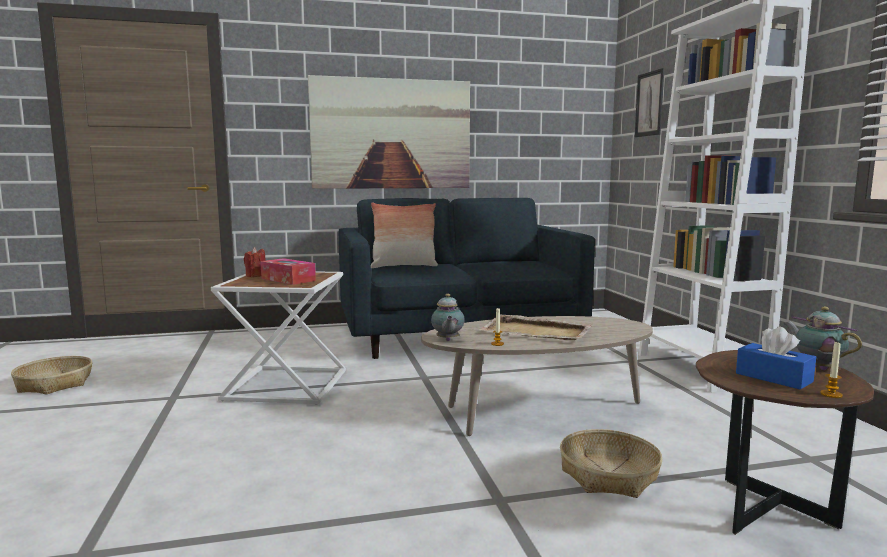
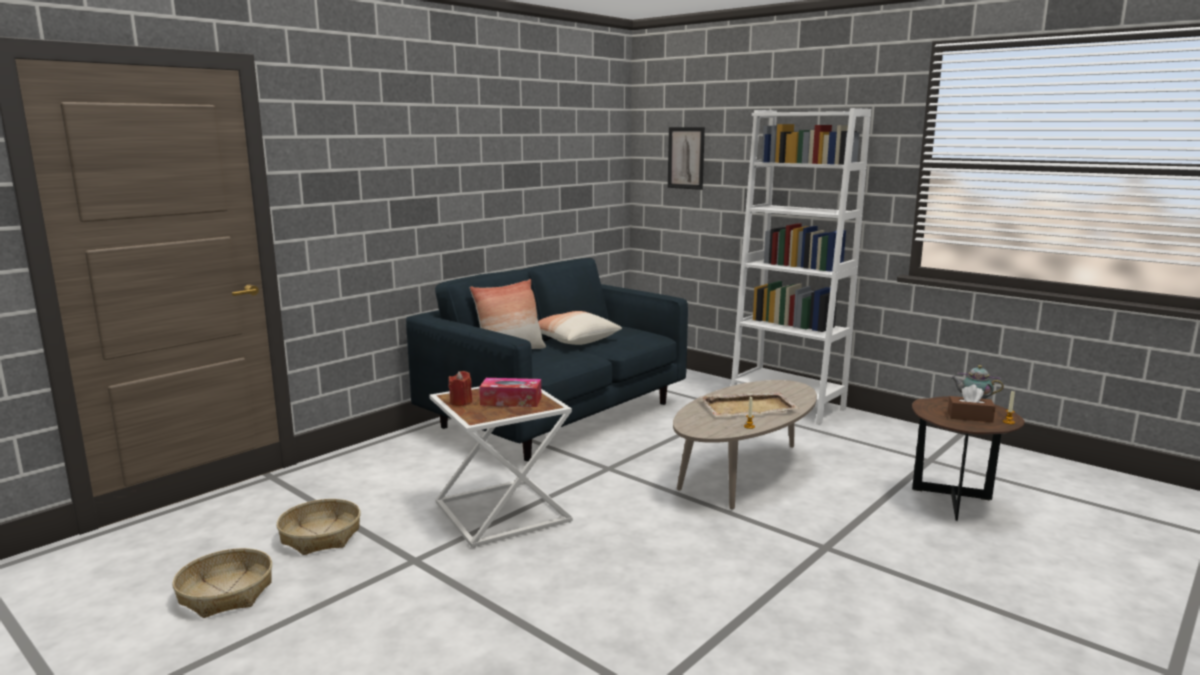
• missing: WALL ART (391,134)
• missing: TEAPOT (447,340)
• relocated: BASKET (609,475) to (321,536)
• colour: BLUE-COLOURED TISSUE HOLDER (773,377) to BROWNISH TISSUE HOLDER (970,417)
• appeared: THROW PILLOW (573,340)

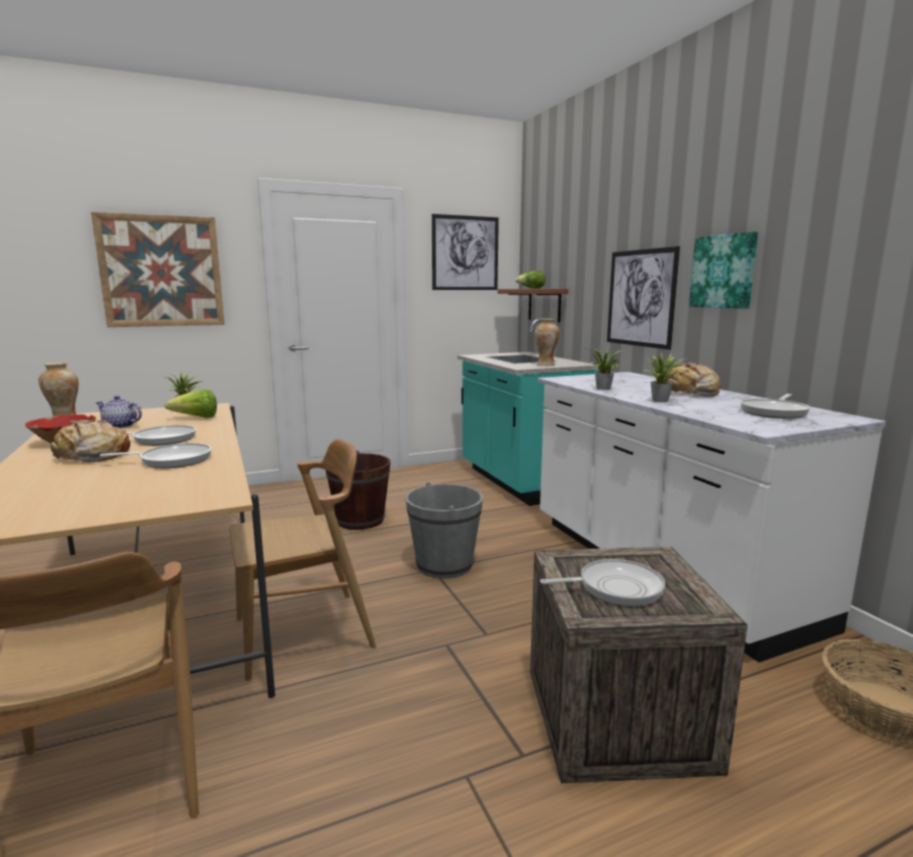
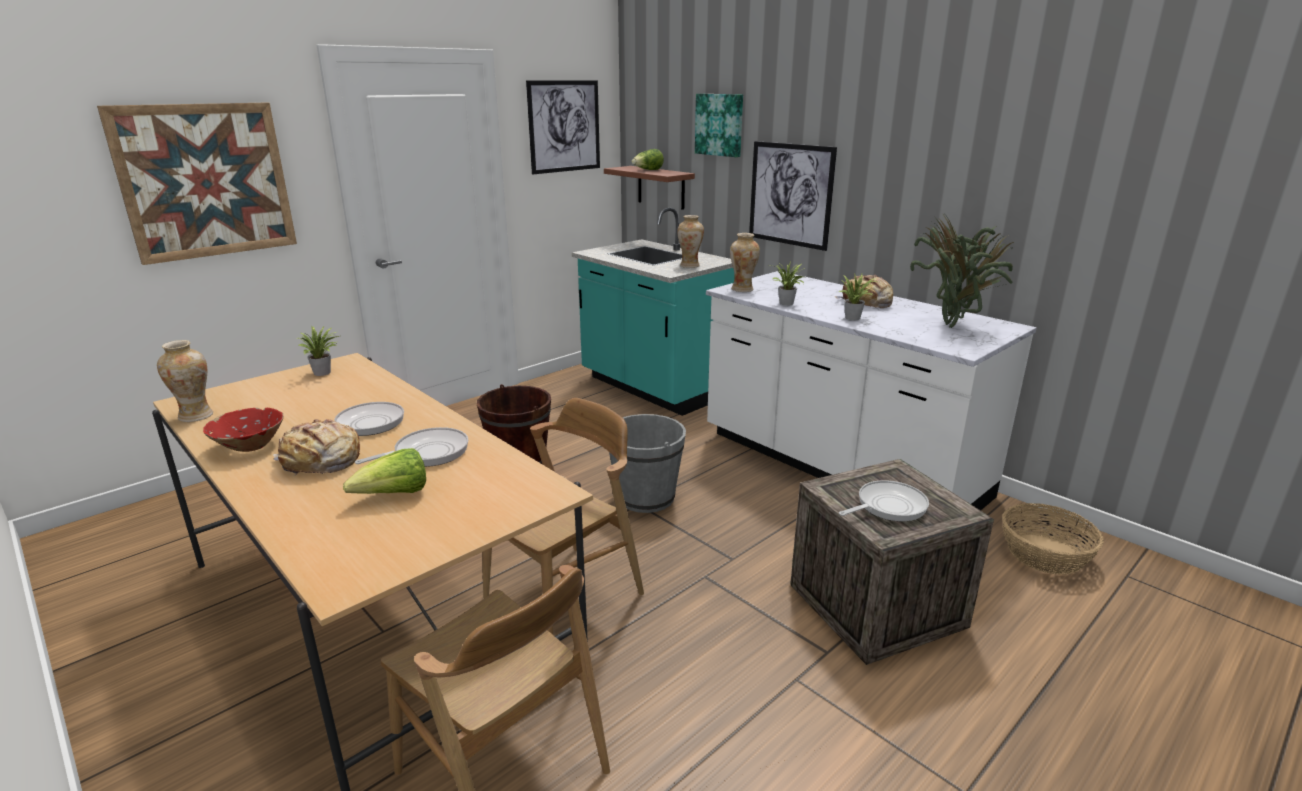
• missing: TEAPOT (120,426)
• relocated: HEAD OF LETTUCE (197,418) to (394,495)
• relocated: WALL ART (724,271) to (720,124)
• exchanged: PAN (775,412) to POTTED PLANT (953,325)
• appeared: VASE (742,289)

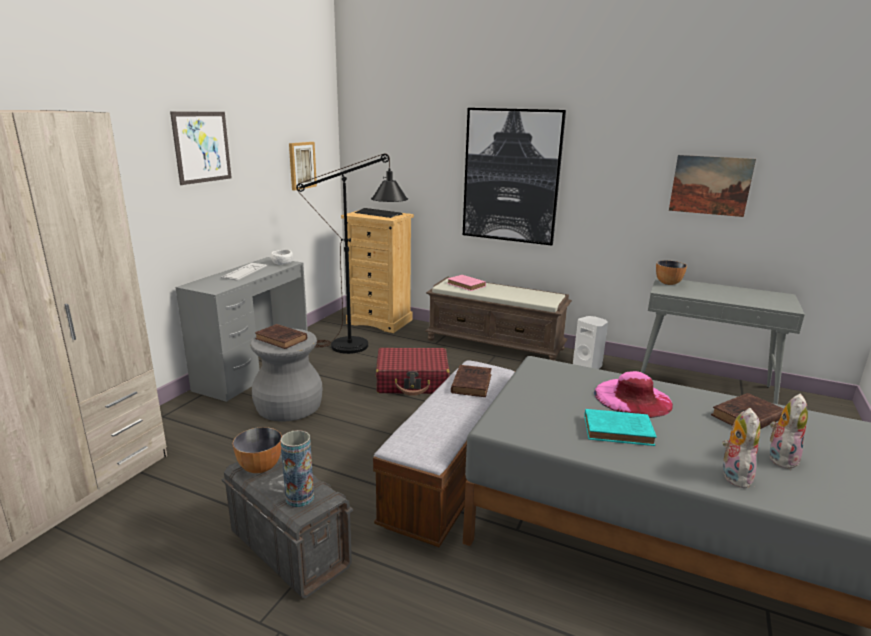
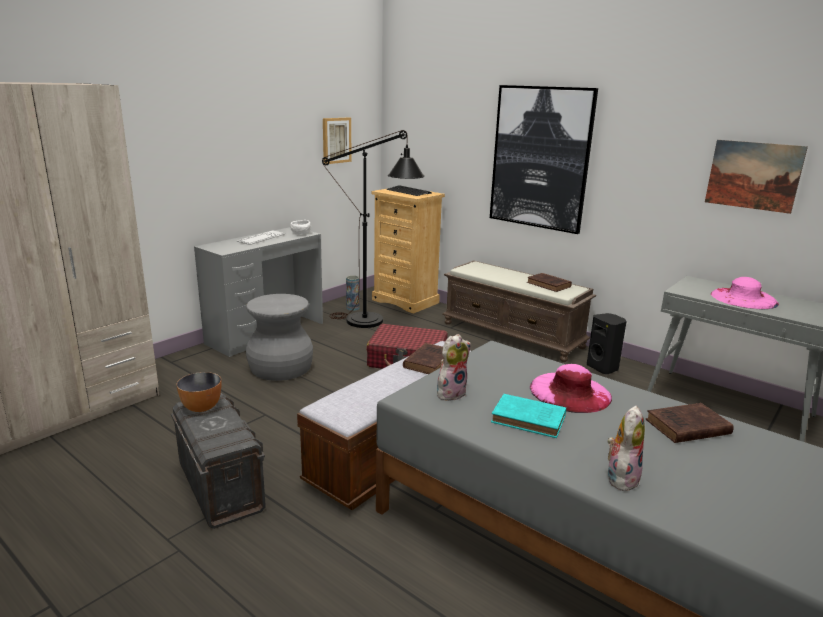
• missing: WALL ART (202,147)
• relocated: BROWNISH BOUND BOOK (282,339) to (549,285)
• relocated: VASE (300,498) to (352,308)
• missing: PINKISH BOUND BOOK (467,285)
• colour: WHITE LOUDSPEAKER (588,366) to BLACK LOUDSPEAKER (603,368)
• missing: DEEP DISH (668,283)
• relocated: CUDDLY TOY (780,457) to (451,393)
• appeared: PINKISH CLOTHING HAT (743,298)

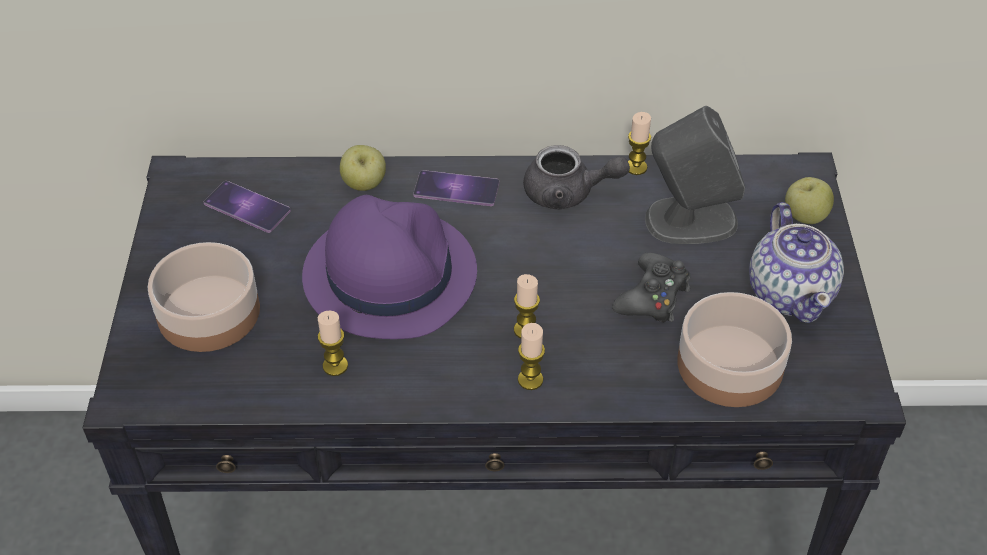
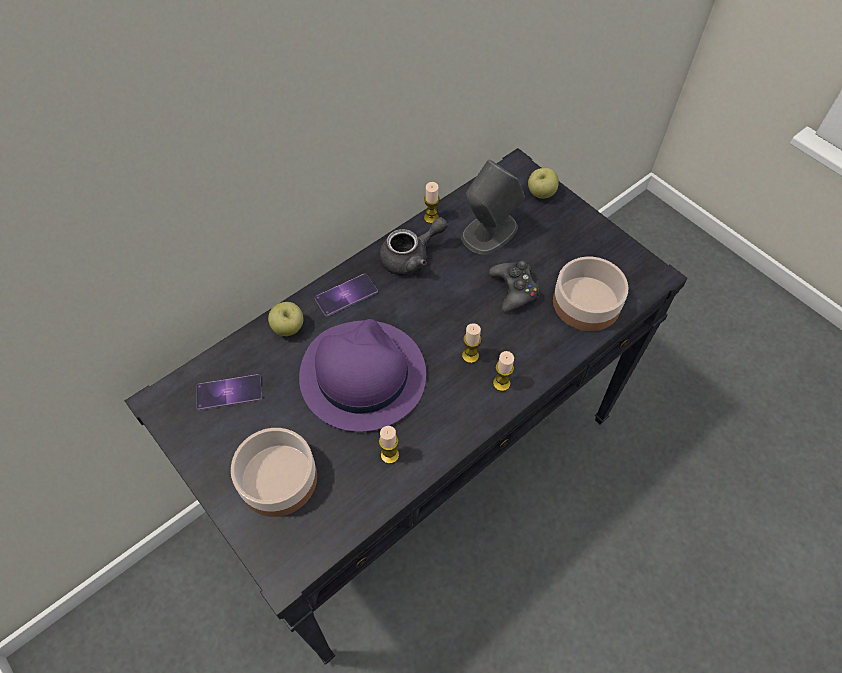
• missing: TEAPOT (790,293)

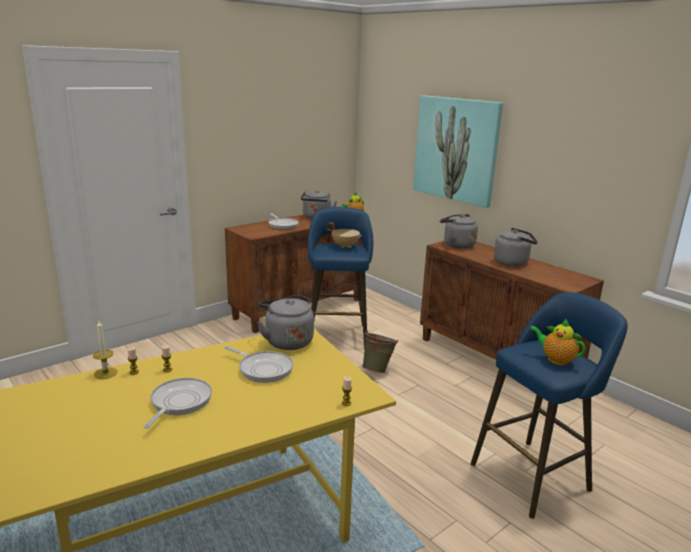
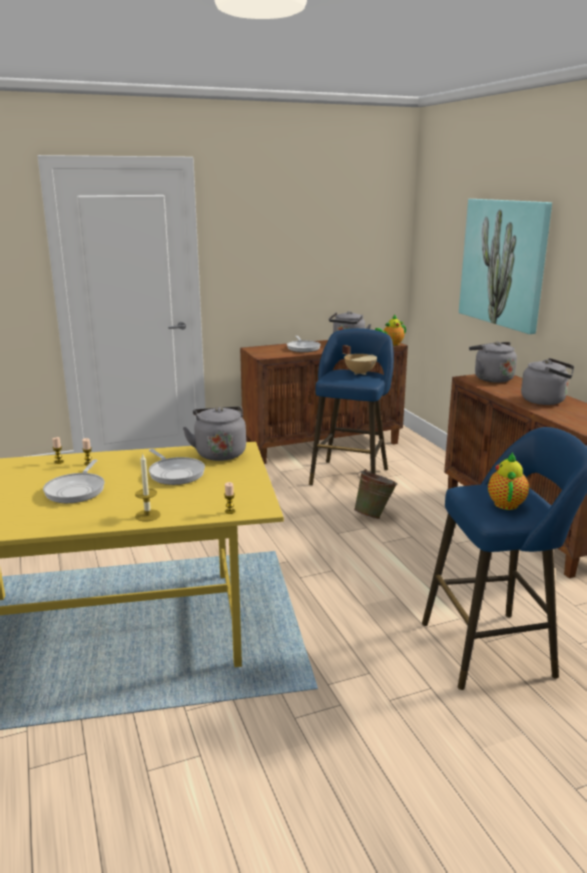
• relocated: CANDLE (105,373) to (147,515)
• spun: PAN (179,402) = (77,490) 150 degrees clockwise
• spun: TEAPOT (555,359) = (506,503) 45 degrees clockwise

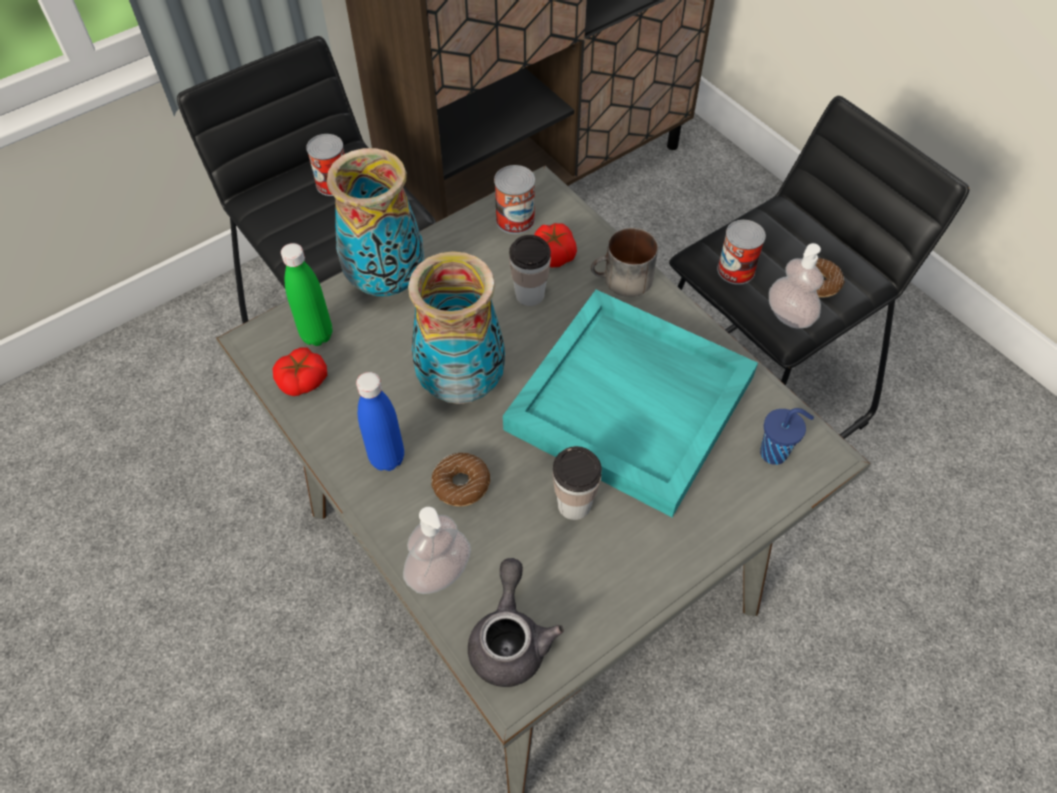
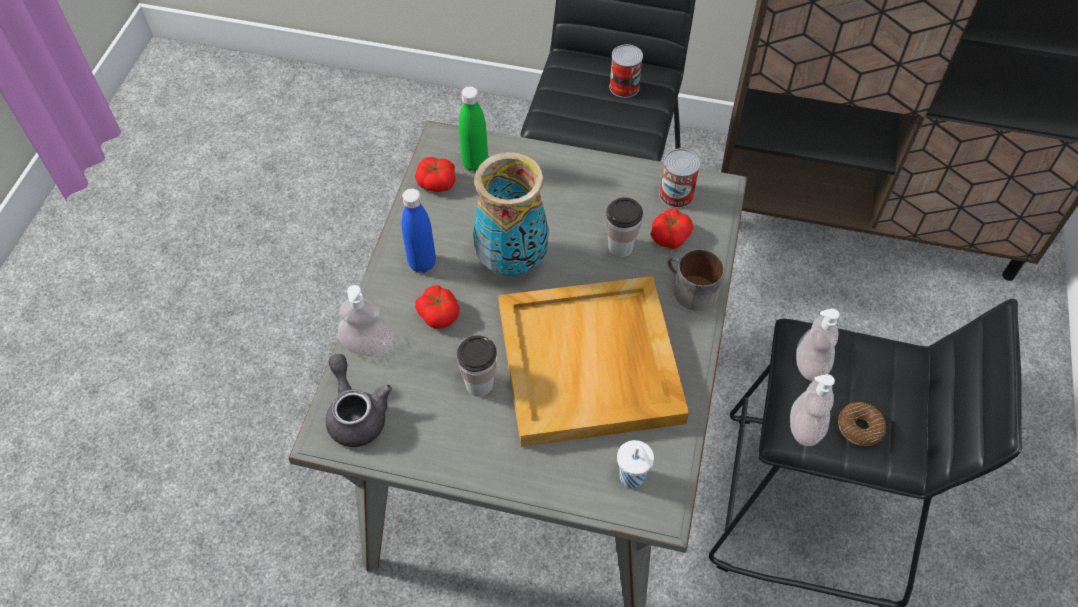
• missing: VASE (387,281)
• exchanged: DOUGHNUT (461,484) to TOMATO (439,314)
• spun: GRAY TEAPOT (510,638) = (356,413) 75 degrees counterclockwise
• colour: TURQUOISE CARRYING TRAY (633,402) to BEIGE-COLOURED CARRYING TRAY (591,364)
• exchanged: CAN (736,270) to SOAP DISPENSER (810,364)
• colour: BLUE-COLOURED SMALL CUP (775,453) to WHITE SMALL CUP (633,478)

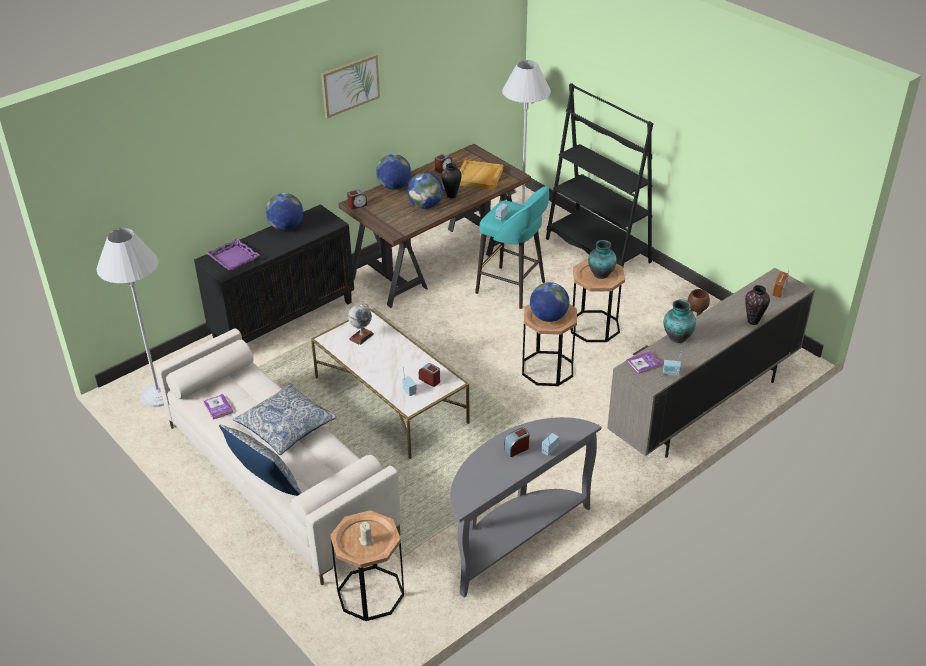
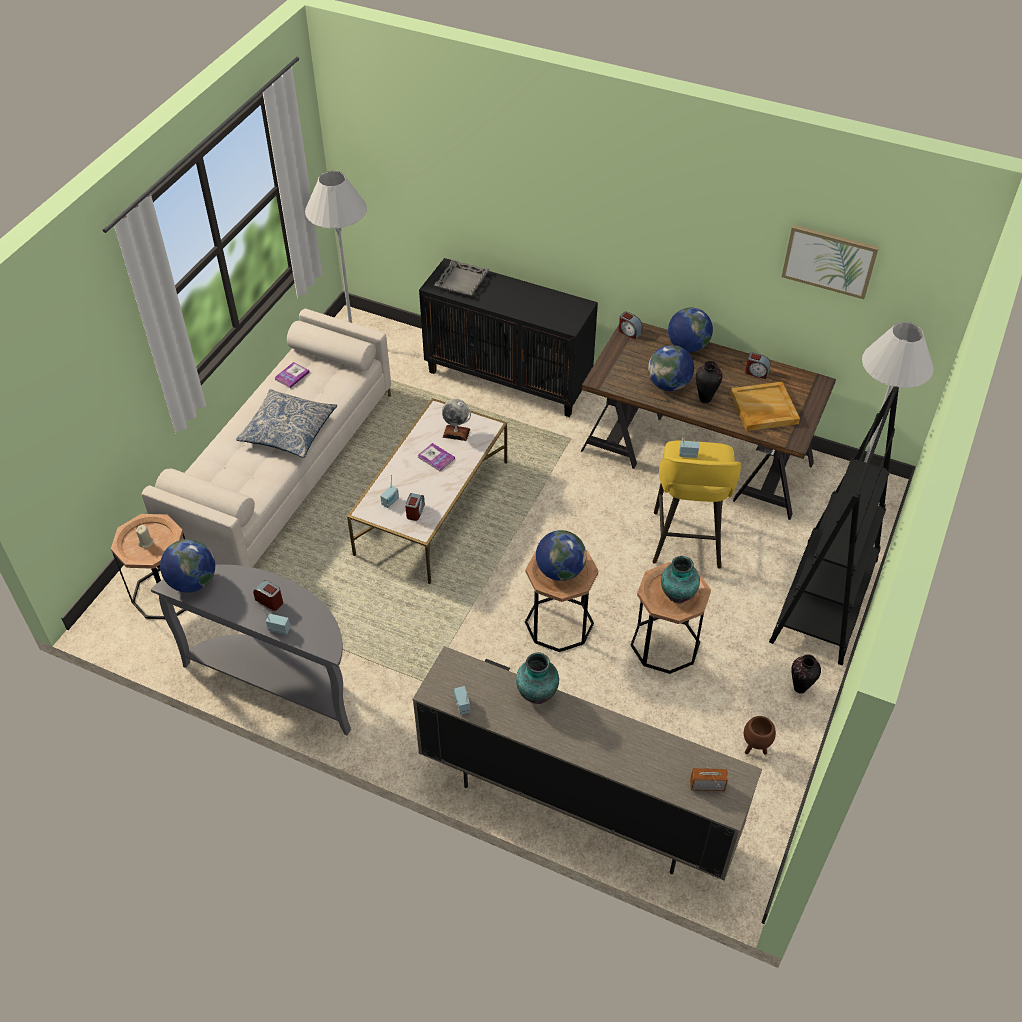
• colour: PURPLE-COLOURED CARRYING TRAY (233,258) to GRAY CARRYING TRAY (461,281)
• missing: THROW PILLOW (266,487)
• relocated: WORLD GLOBE (286,227) to (192,581)
• relocated: WALL ART (350,85) to (829,260)
• colour: TURQUOISE STOOL SEAT (512,288) to YELLOW STOOL SEAT (686,542)
• relocated: BOUND BOOK (644,363) to (436,458)
• relocated: VASE (753,321) to (800,688)

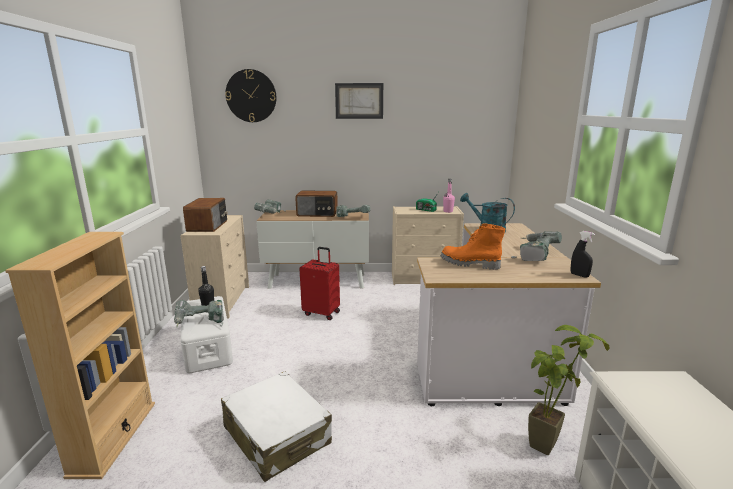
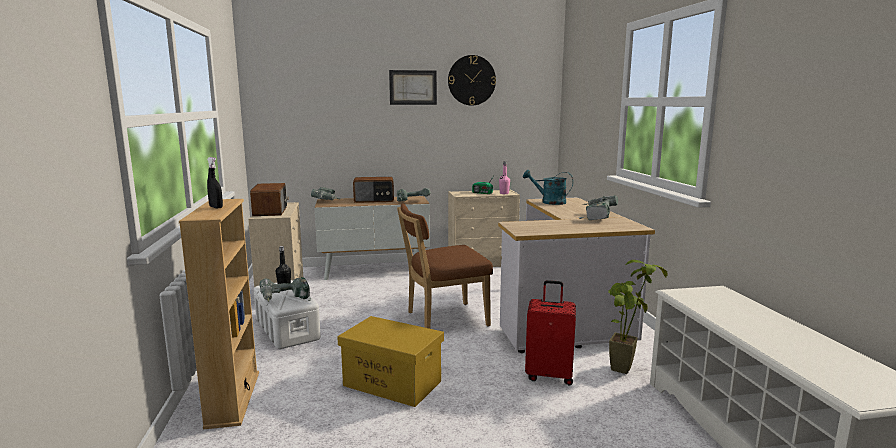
• exchanged: WHITE PIECE OF LUGGAGE (277,435) to YELLOW STORAGE CONTAINER (391,383)
• relocated: CLOCK ON THE WALL (251,96) to (471,80)
• relocated: RED PIECE OF LUGGAGE (322,313) to (549,375)
• missing: ORANGEY HIGH-TOP BOOT (469,264)
• relocated: BLACK SPRAYER (579,275) to (216,207)
• appeared: BROWNISH CHAIR (443,319)

